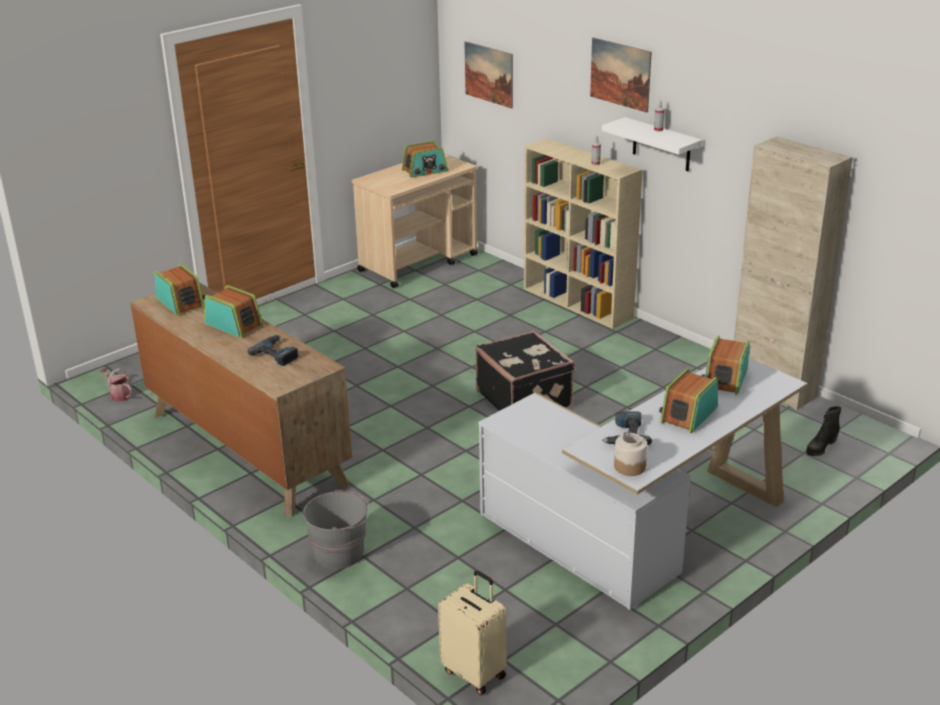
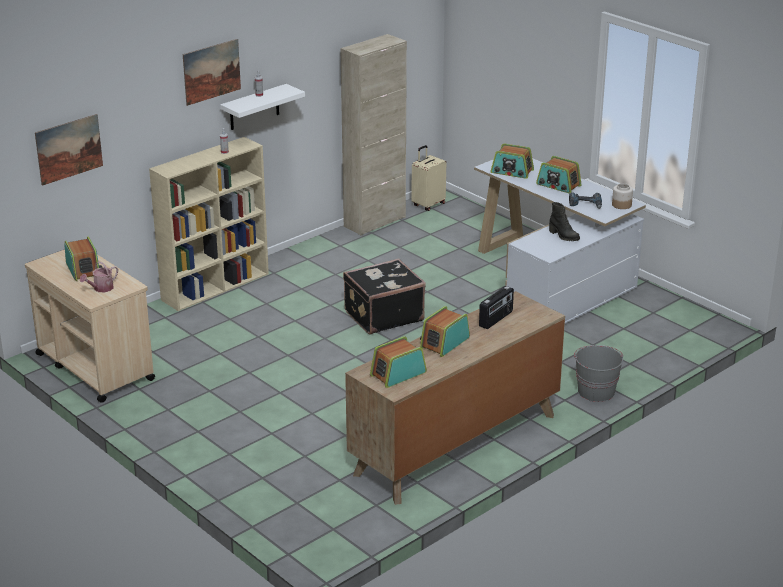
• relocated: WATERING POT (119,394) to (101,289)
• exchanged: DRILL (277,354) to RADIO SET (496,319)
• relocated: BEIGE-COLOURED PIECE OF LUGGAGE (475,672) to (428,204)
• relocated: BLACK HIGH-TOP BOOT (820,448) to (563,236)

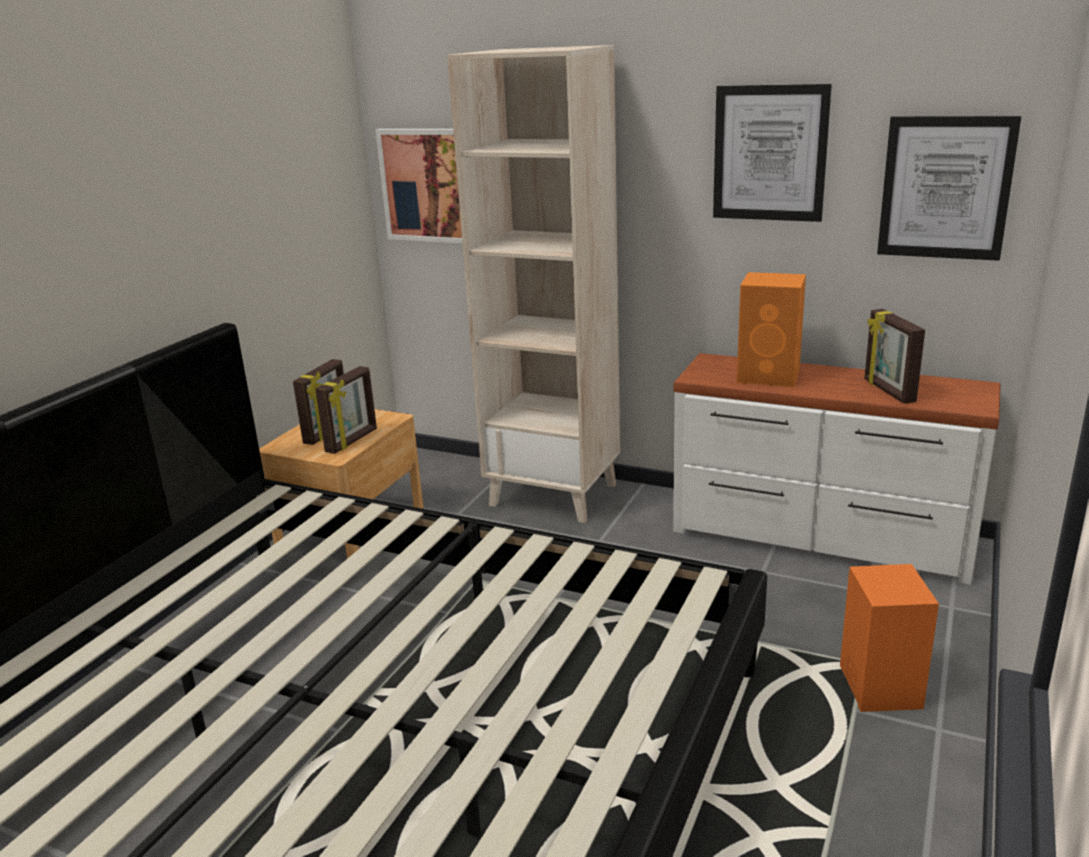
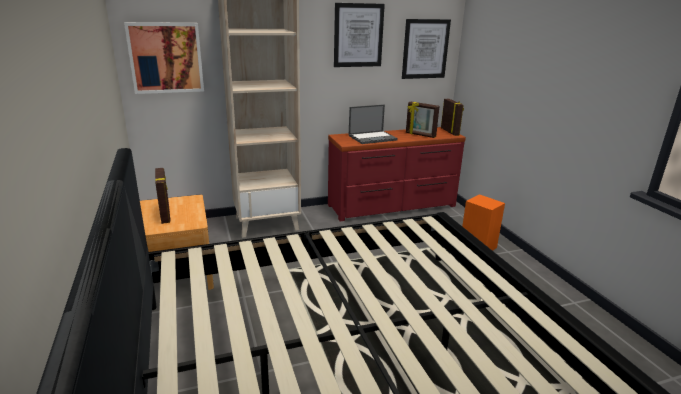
• relocated: STANDING FRAME (352,441) to (450,132)
• colour: WHITE DRESSER (820,537) to RED DRESSER (392,206)
• exchanged: ORANGEY LOUDSPEAKER (770,376) to NOTEBOOK COMPUTER (373,137)

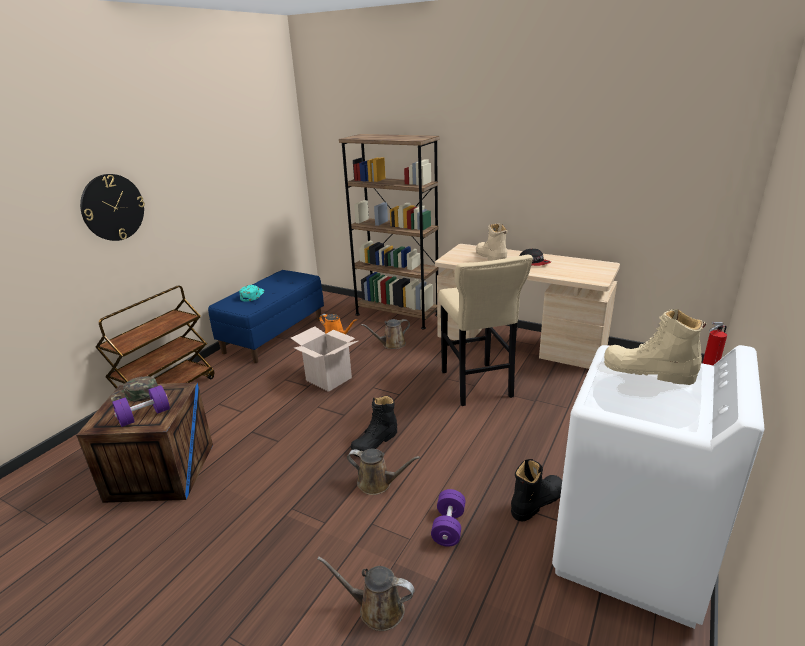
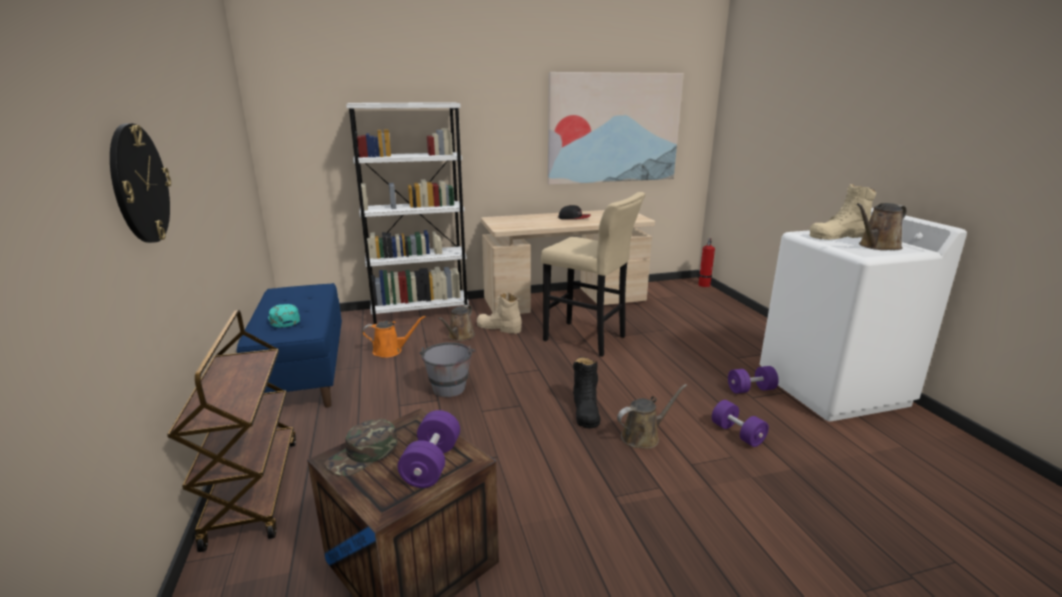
• exchanged: CARTON (328,379) to GRAY BUCKET (449,385)
• relocated: BROWNISH WATERING POT (376,609) to (877,246)
• colour: BROWNISH BOOKSHELF (397,315) to WHITE BOOKSHELF (420,313)
• relocated: BEIGE-COLOURED HIGH-TOP BOOT (490,257) to (498,328)
• exchanged: BLACK HIGH-TOP BOOT (536,501) to PURPLE-COLOURED FREE WEIGHT (751,389)
• appeared: WALL ART (614,128)

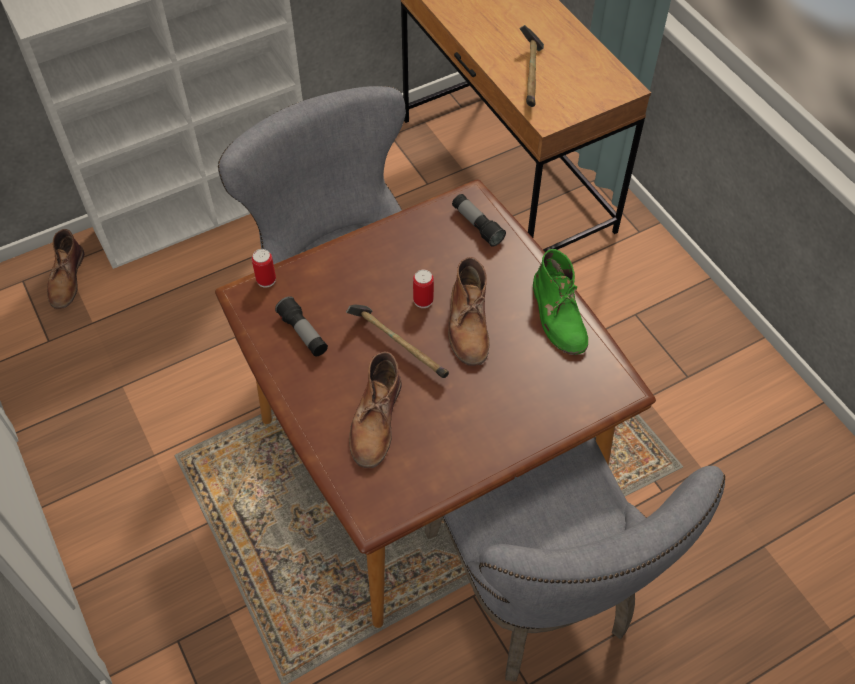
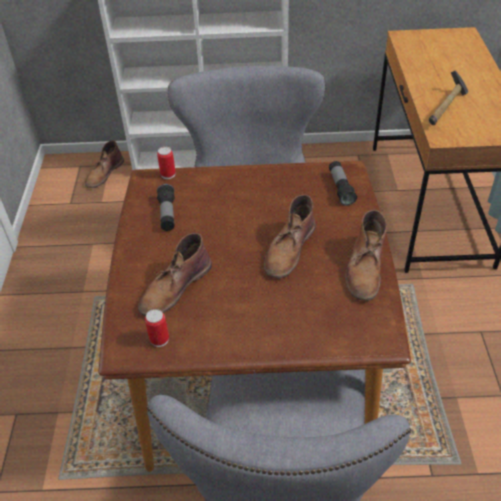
• missing: TOOL HAMMER (397,346)
• relocated: CAN (423,300) to (159,339)
• colour: GREEN-COLOURED HIGH-TOP BOOT (558,315) to BROWNISH HIGH-TOP BOOT (365,268)

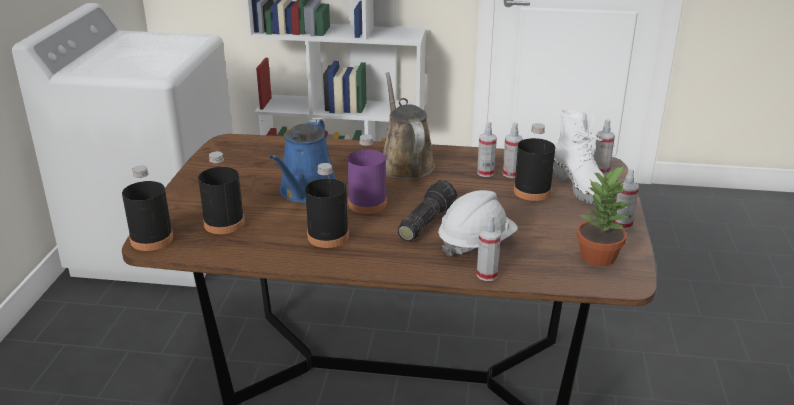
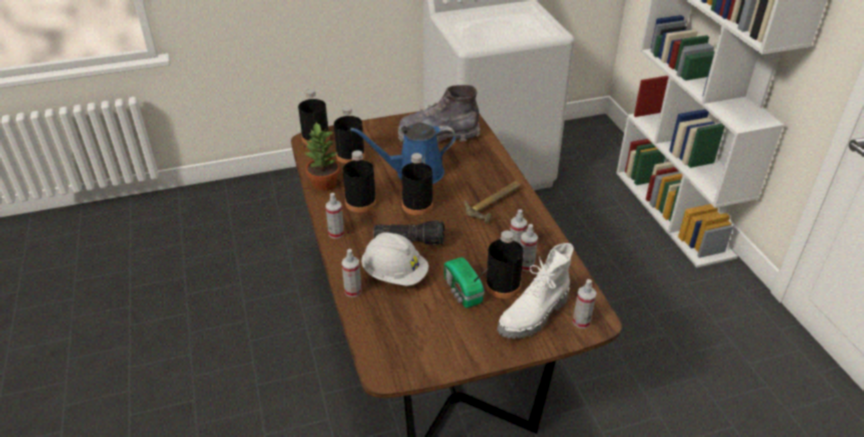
• colour: PURPLE-COLOURED BEVERAGE BOTTLE (367,204) to BLACK BEVERAGE BOTTLE (417,205)
• exchanged: BROWNISH WATERING POT (405,164) to TOOL HAMMER (495,203)
• relocated: POTTED PLANT (599,257) to (324,184)
• relocated: SPRAYER (622,224) to (336,233)
• appeared: GRAY HIGH-TOP BOOT (438,136)
• appeared: RADIO SET (462,292)

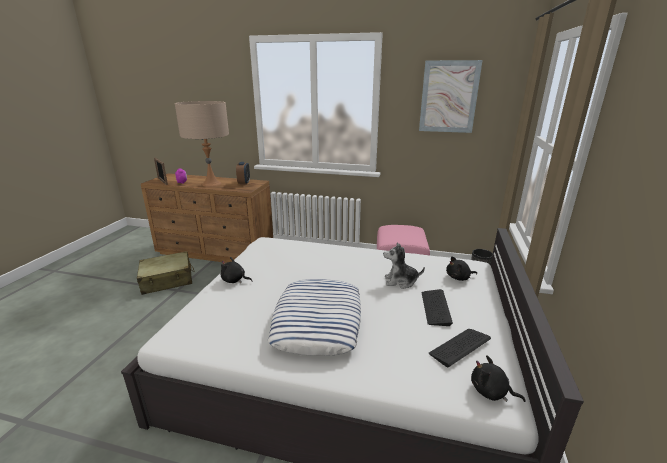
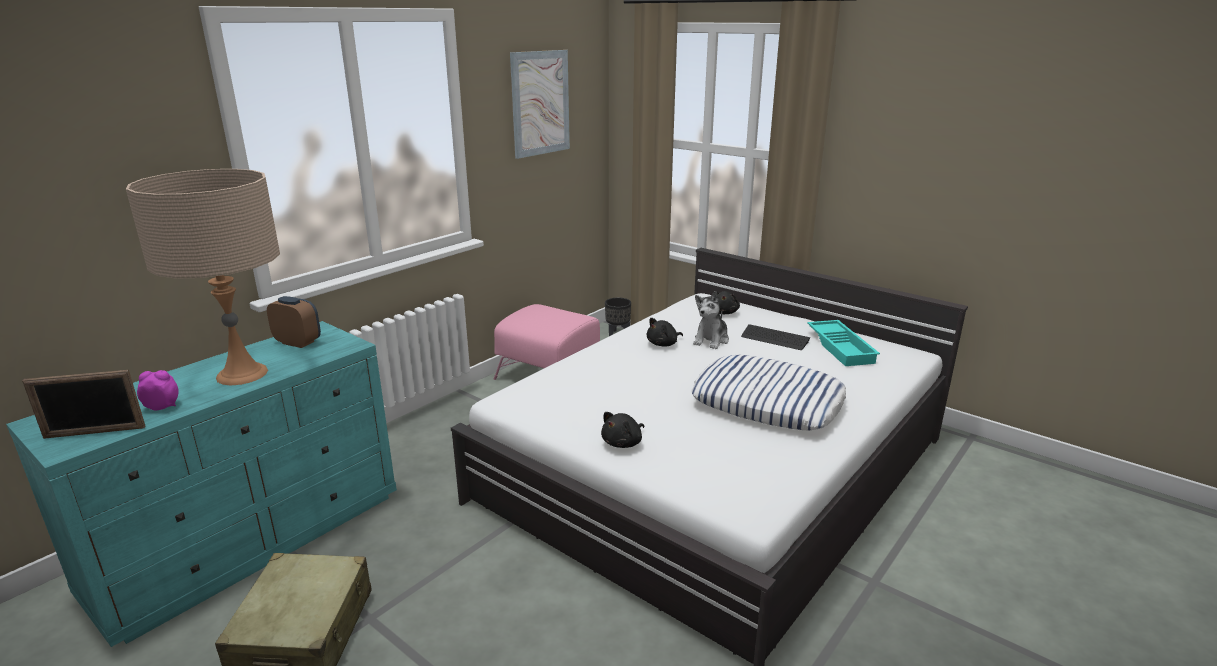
• colour: BROWNISH DRESSER (216,252) to TURQUOISE DRESSER (253,541)
• exchanged: PC KEYBOARD (459,347) to TURQUOISE CARRYING TRAY (842,347)
• relocated: BLACK CUDDLY TOY (491,392) to (663,344)

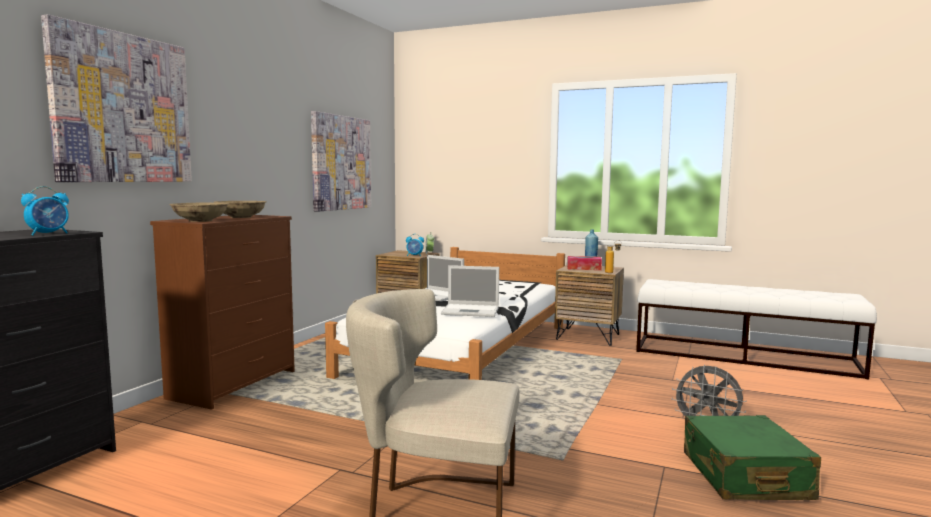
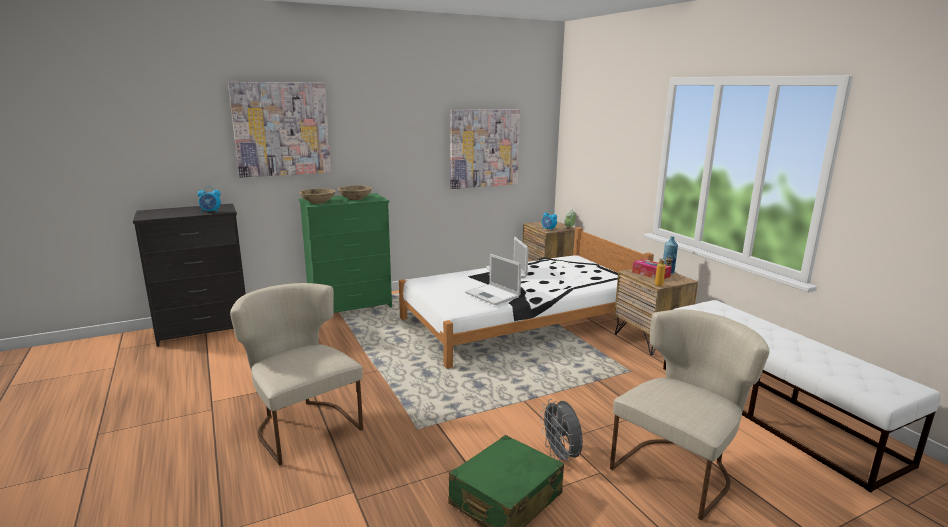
• colour: BROWNISH DRESSER (235,384) to GREEN-COLOURED DRESSER (351,307)
• appeared: BEIGE-COLOURED CHAIR (678,469)

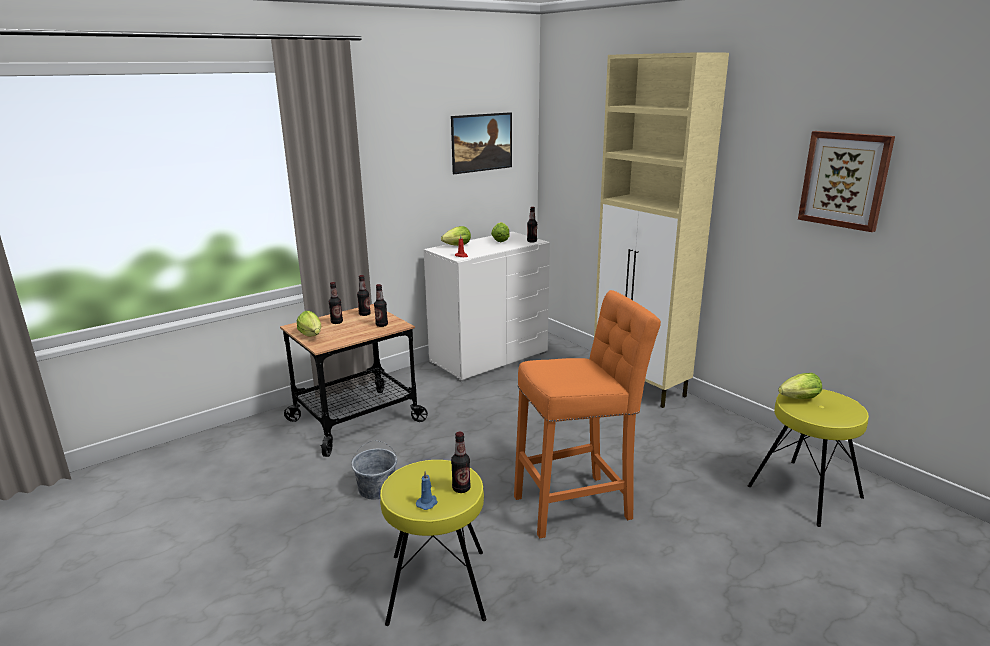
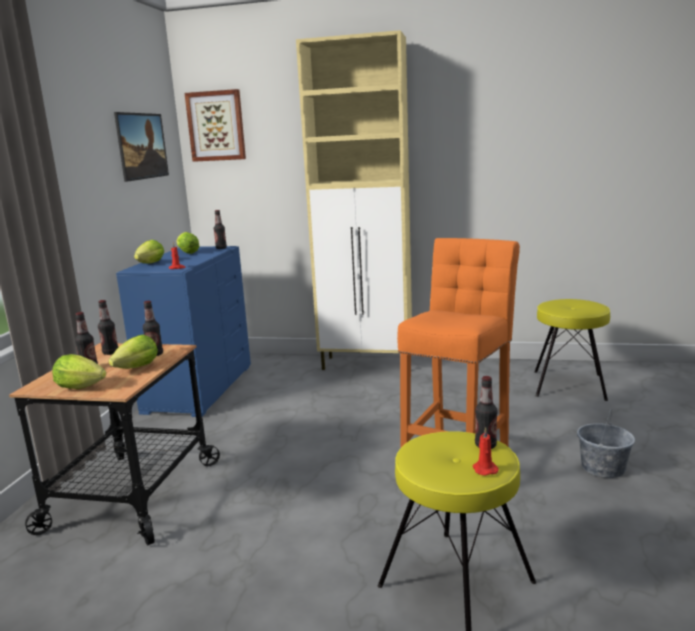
• relocated: GRAY BUCKET (377,489) to (603,467)
• colour: BLUE-COLOURED CANDLE (427,503) to RED CANDLE (484,469)
• colour: WHITE DRESSER (488,357) to BLUE-COLOURED DRESSER (198,388)
• relocated: HEAD OF LETTUCE (797,399) to (134,369)
• relocated: WALL ART (845,180) to (216,126)

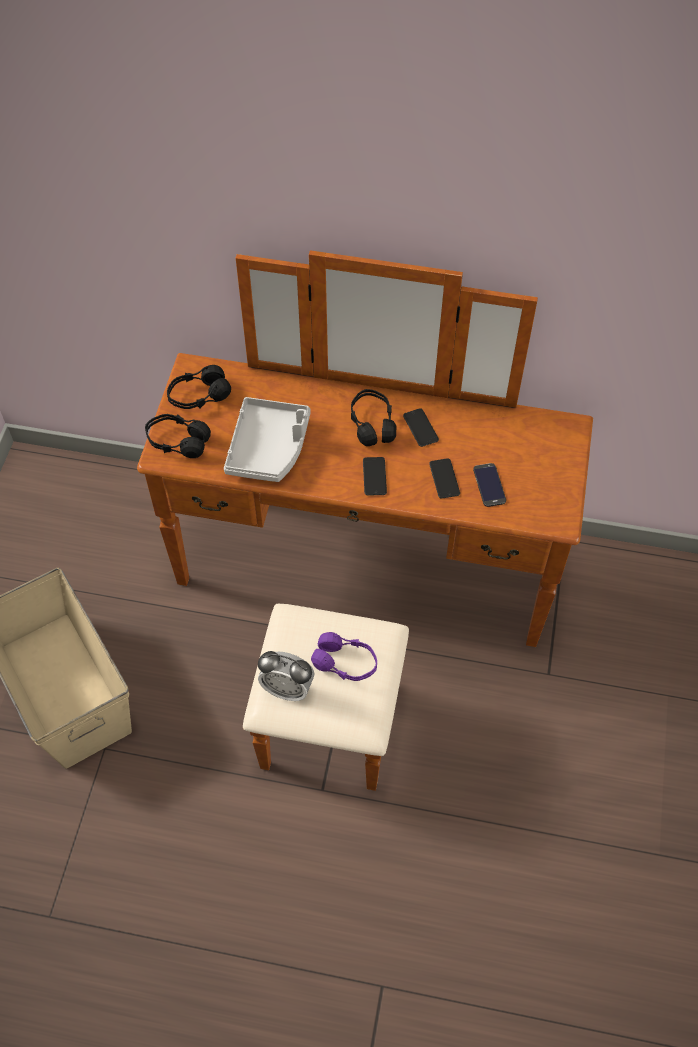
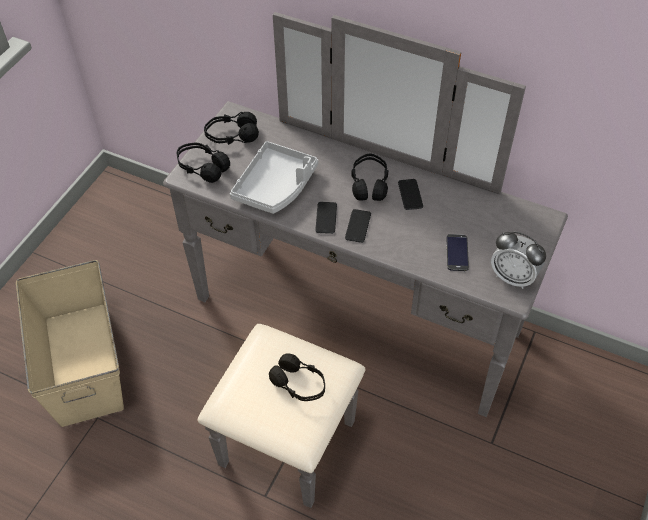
• colour: BROWNISH DRESSER (359,599) to GRAY DRESSER (343,343)
• relocated: BEDSIDE CLOCK (287,688) to (513,277)
• colour: PURPLE-COLOURED HEADPHONES (345,663) to BLACK HEADPHONES (299,384)
• relocated: HANDSET (444,479) to (326,218)

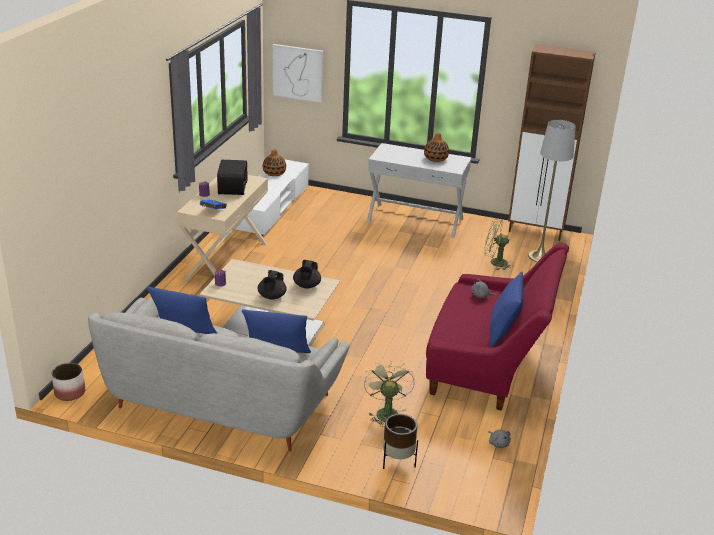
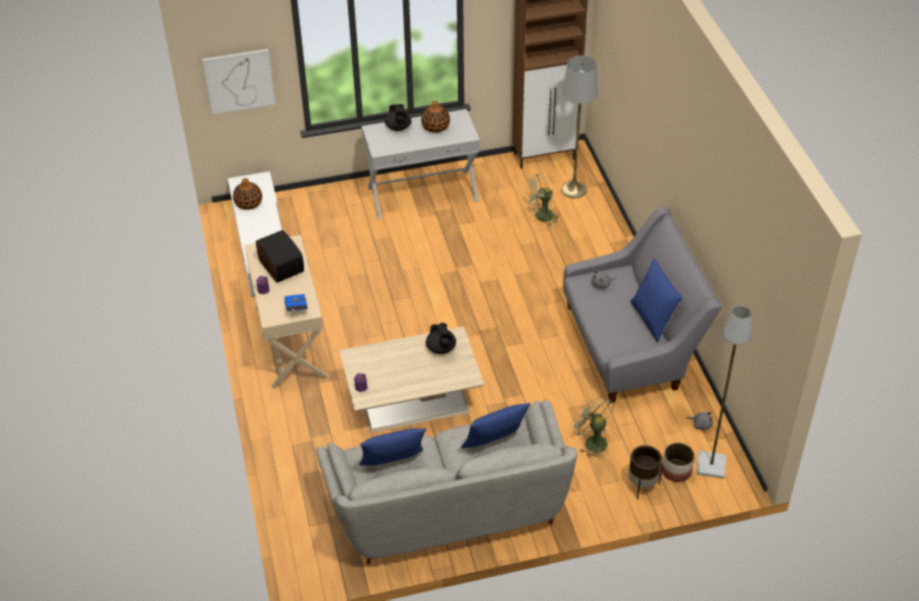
• relocated: PLANT POT (69,392) to (676,471)
• relocated: BLACK TEAPOT (271,297) to (398,128)
• colour: RED SETTEE (489,364) to GRAY SETTEE (630,345)
• appeared: GRAY FLOOR LAMP (710,465)

